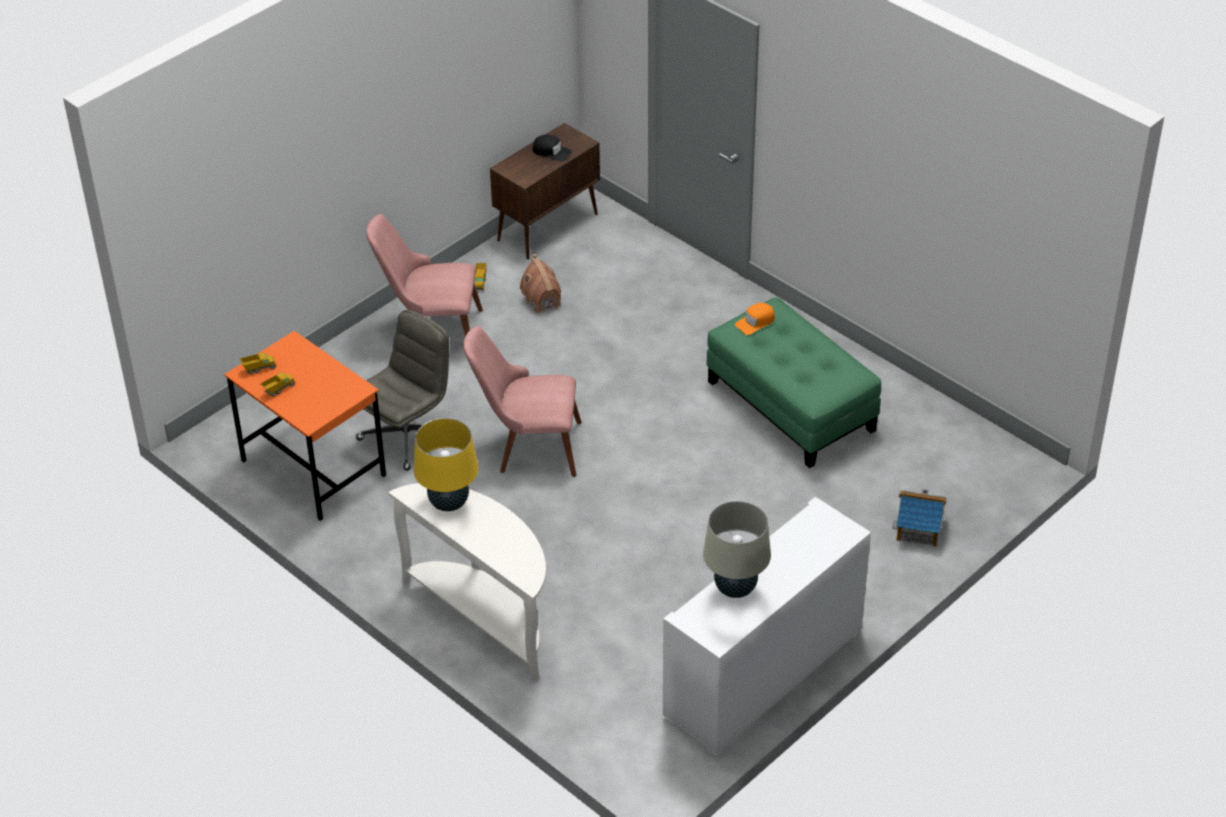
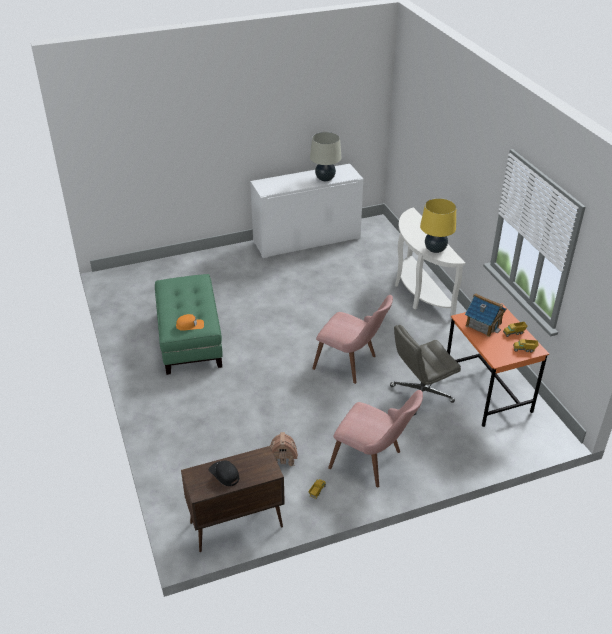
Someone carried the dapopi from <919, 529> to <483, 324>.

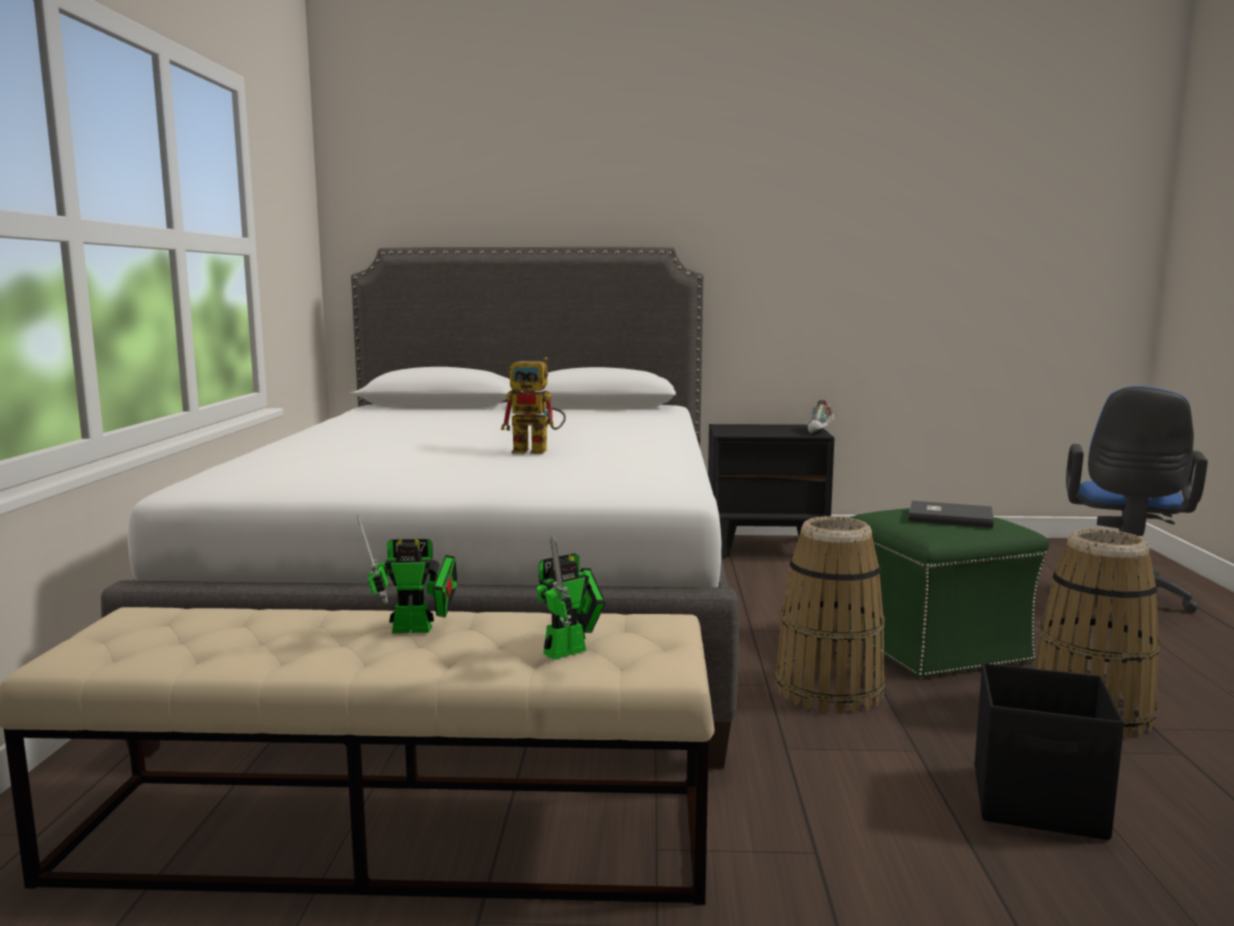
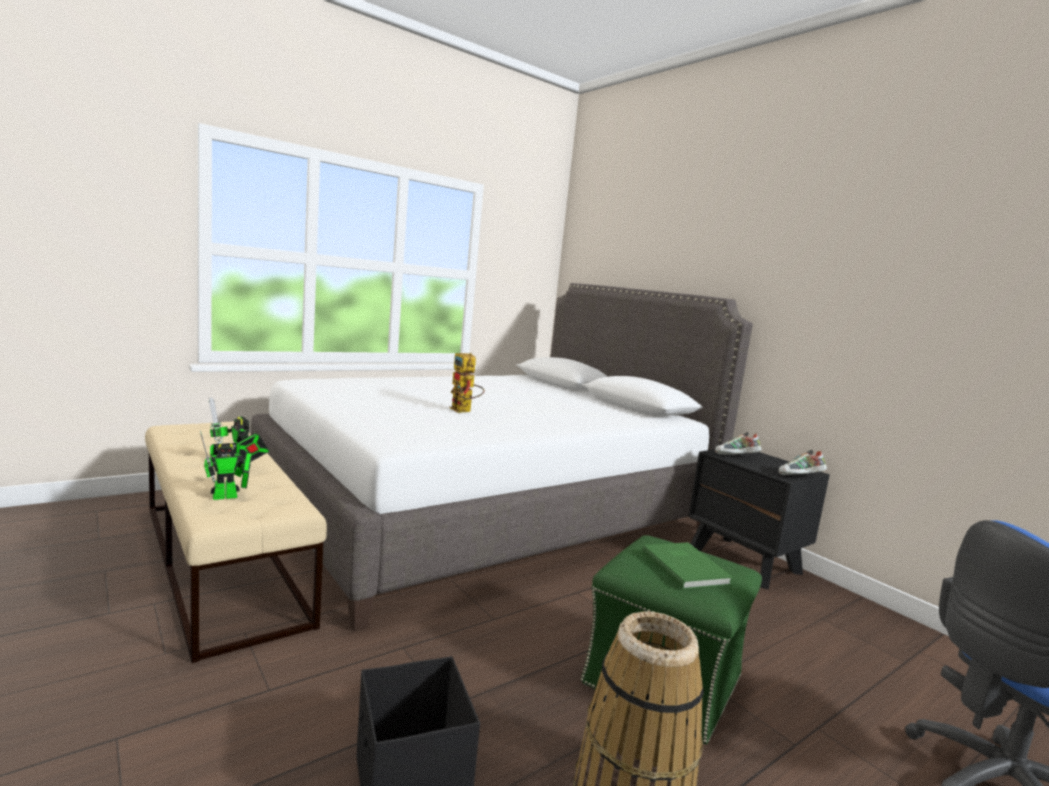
Someone rotated the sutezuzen at <570, 650> by 45 degrees counterclockwise. Someone took away the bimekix at <828, 689>. Someone repainted the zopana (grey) at <949, 517>, which became the zopana (green) at <686, 567>. Someone put down the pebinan at <736, 457>.

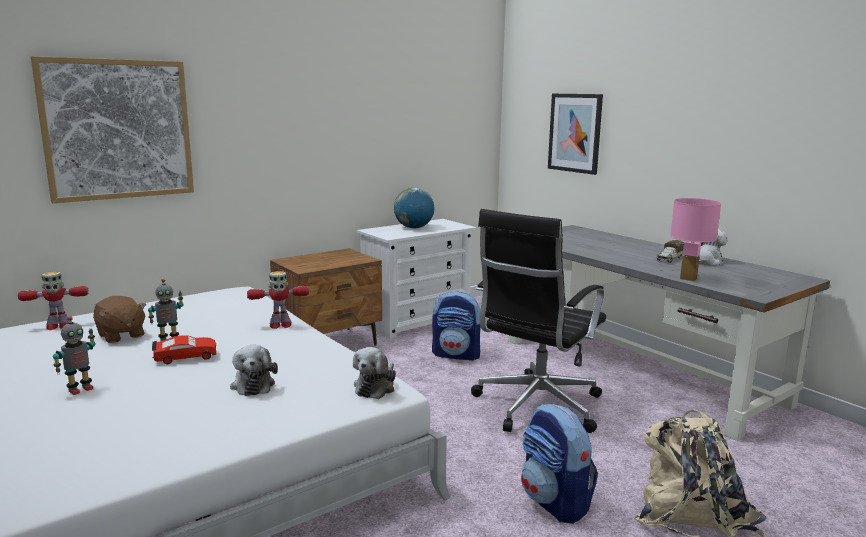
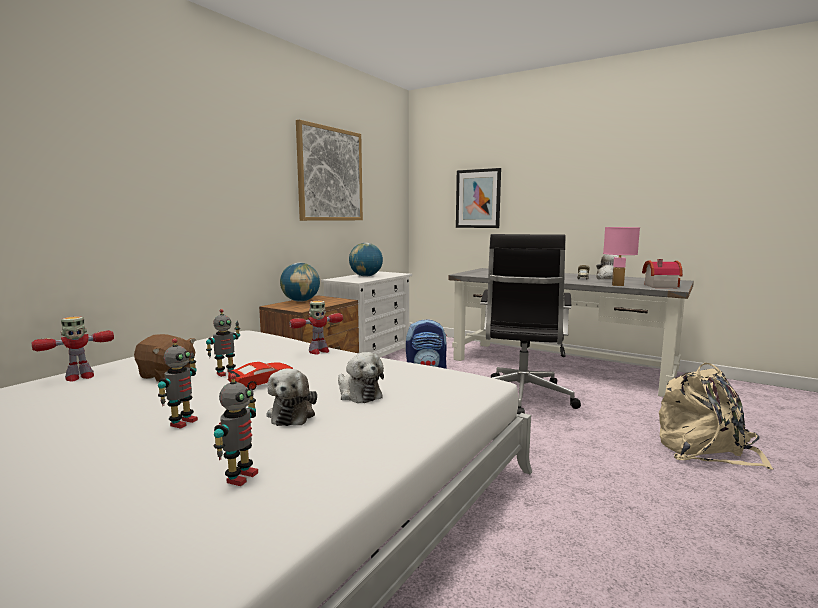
Someone carried the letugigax from <118, 129> to <330, 174>. Someone carried the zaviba from <376, 387> to <292, 414>. Someone took away the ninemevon at <555, 502>. Someone put down the sutezuzen at <240, 477>. Someone put down the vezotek at <301, 301>. Someone put down the dapopi at <658, 286>.

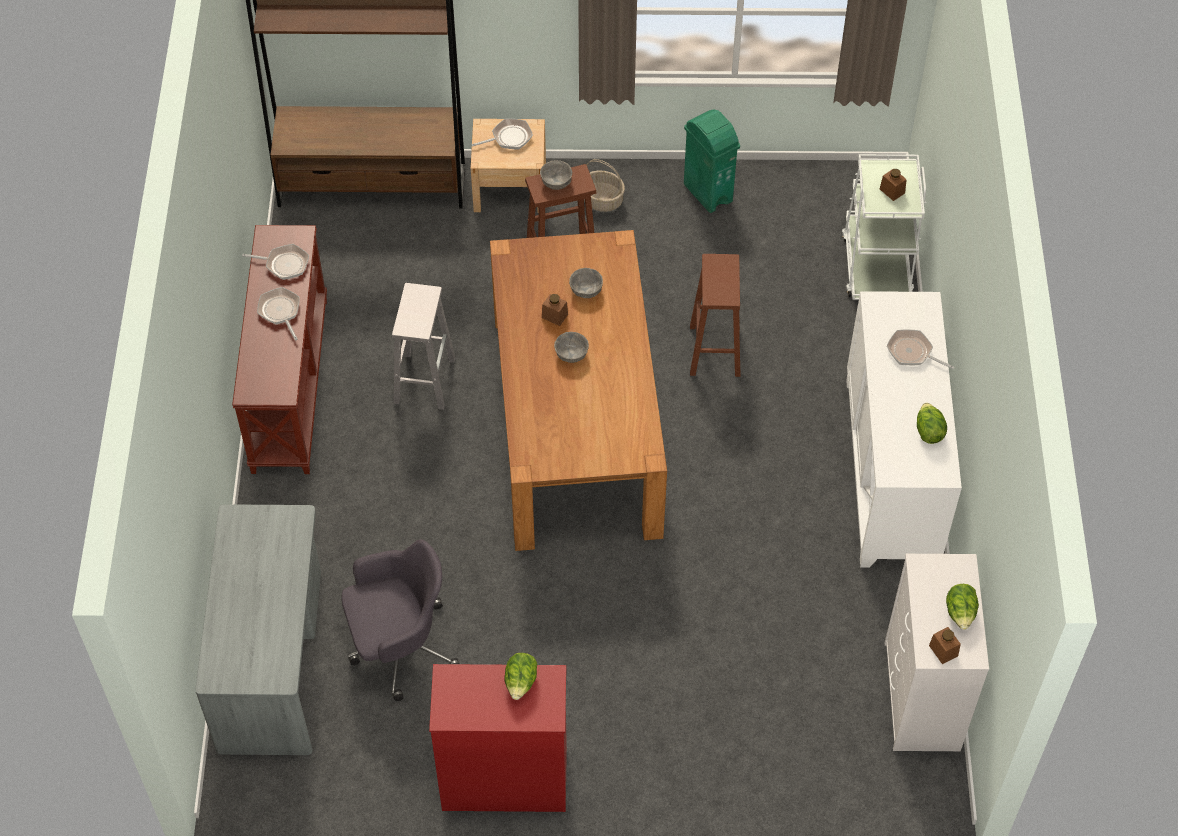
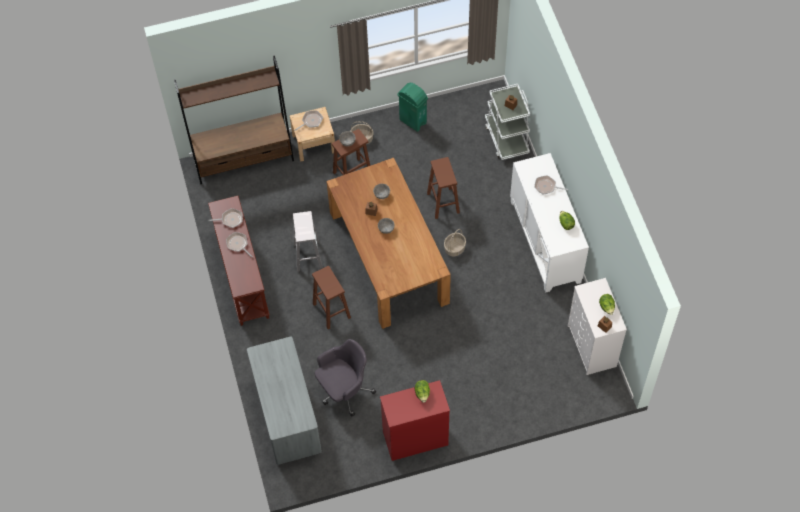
Someone put down the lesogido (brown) at <331, 310>. Someone put down the bimekix at <454, 248>.

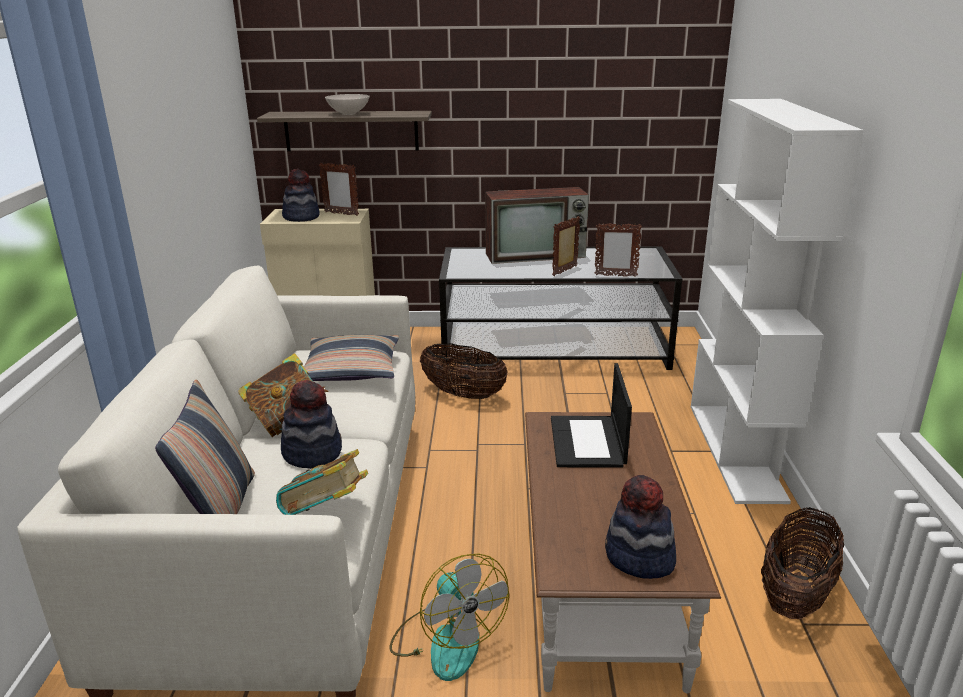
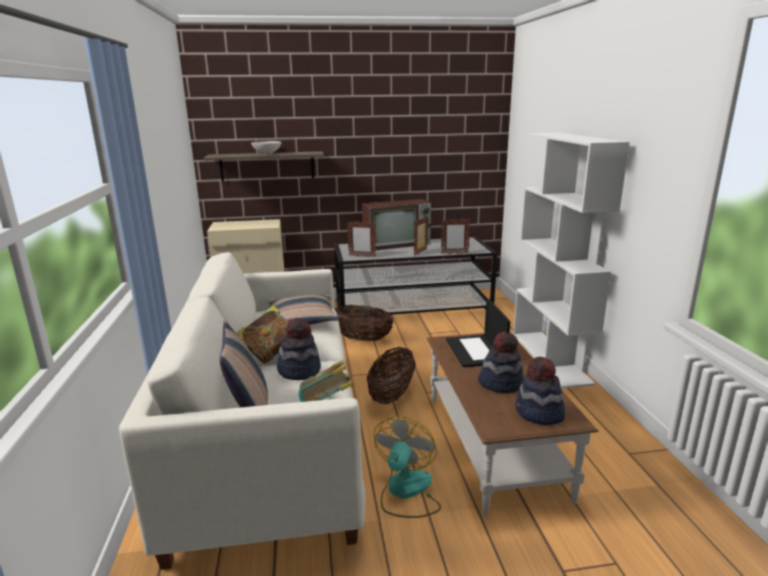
Someone carried the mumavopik from <301, 217> to <500, 383>. Someone carried the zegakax from <341, 214> to <362, 256>. Someone rotated the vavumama at <446, 640> by 120 degrees counterclockwise. Someone carried the bimekix from <795, 595> to <391, 395>.

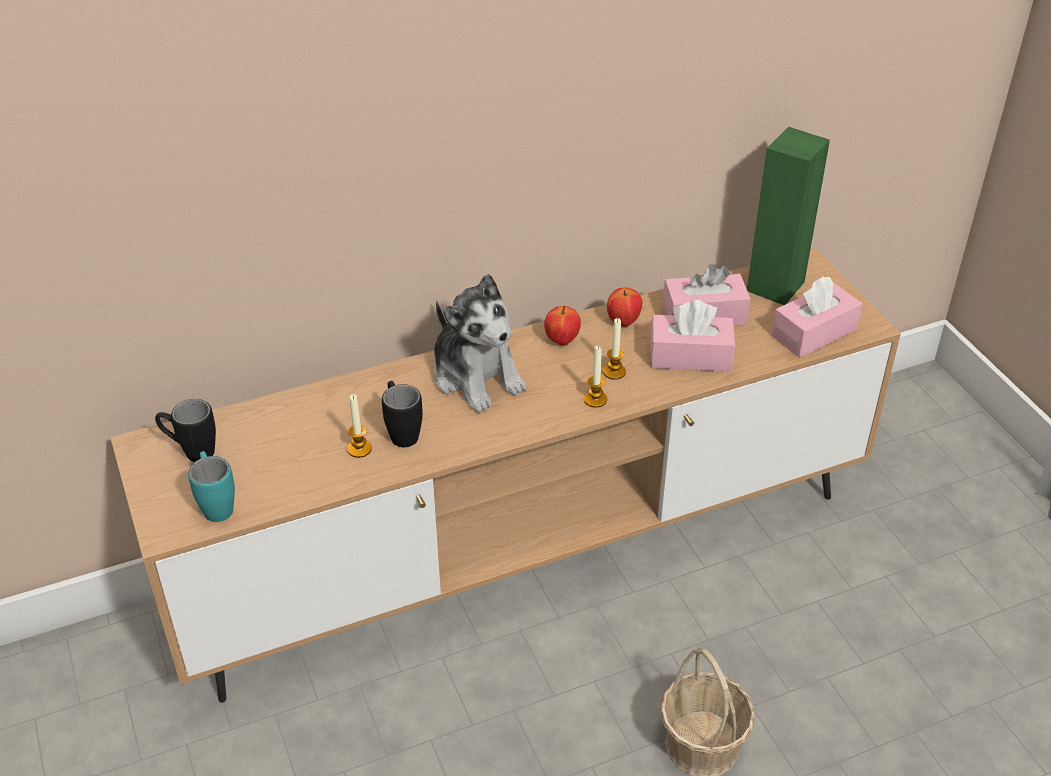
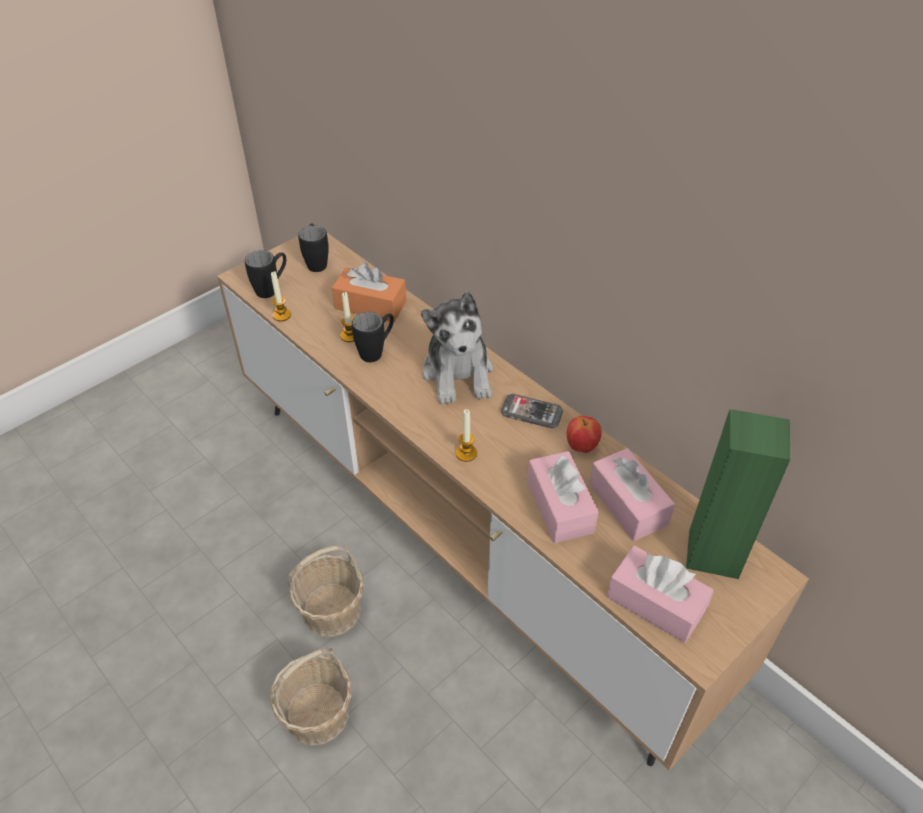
Someone repainted the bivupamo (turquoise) at <216, 504>, which became the bivupamo (black) at <272, 288>. Someone rotated the zaviba at <476, 376> by 45 degrees counterclockwise. Someone swapped the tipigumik at <562, 341> for the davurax at <531, 412>. Someone carried the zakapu from <614, 372> to <281, 315>. Someone put down the bimekix at <332, 610>. Someone put down the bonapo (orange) at <370, 305>.

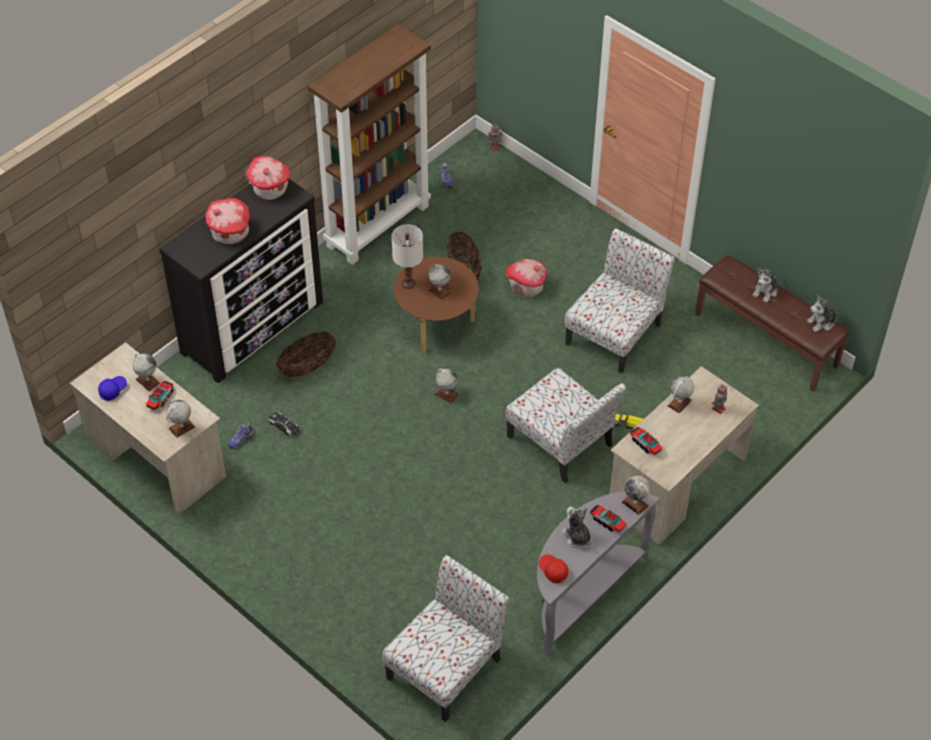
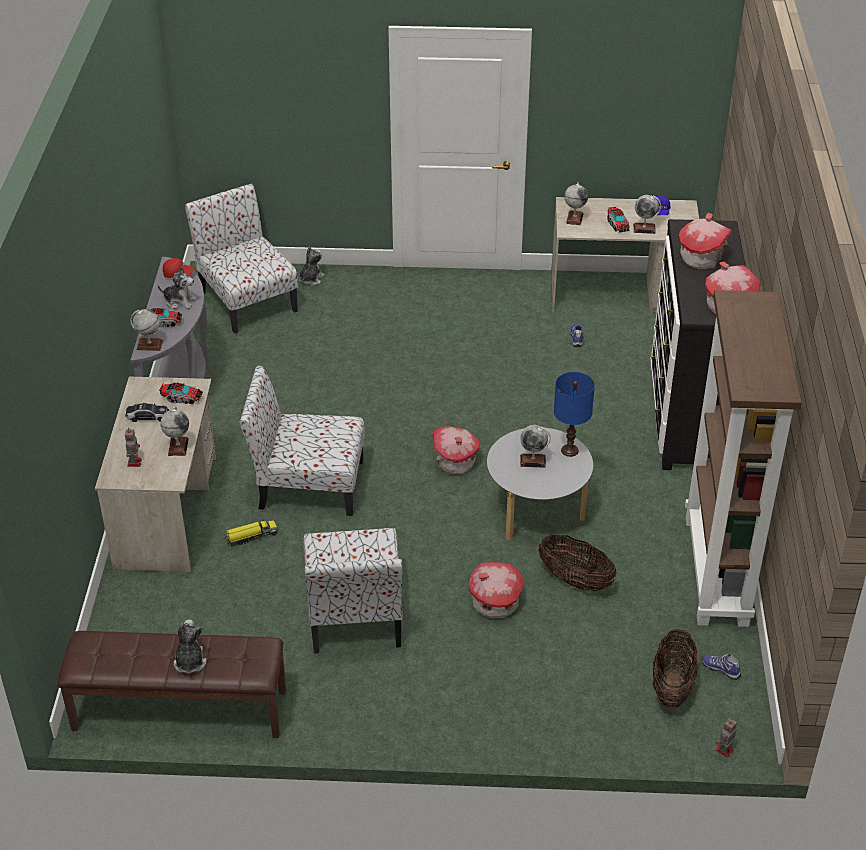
Someone carried the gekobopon from <284, 426> to <147, 416>. Someone carried the bimekix from <307, 367> to <672, 686>. Someone rotated the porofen at <446, 667> by 150 degrees clockwise. Someone repainted the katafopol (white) at <408, 283>, which became the katafopol (blue) at <570, 450>. Someone repainted the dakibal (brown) at <436, 325>, which became the dakibal (grey) at <536, 513>. Someone swapped the vezotek at <446, 394> for the dapopi at <455, 462>. Someone carried the zaviba from <821, 323> to <311, 279>.

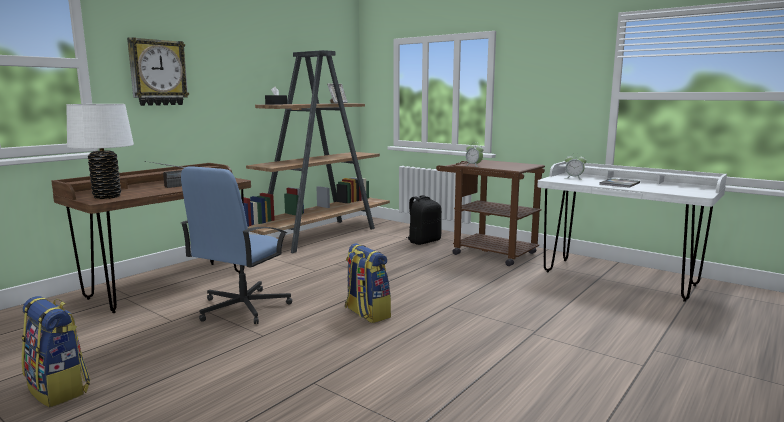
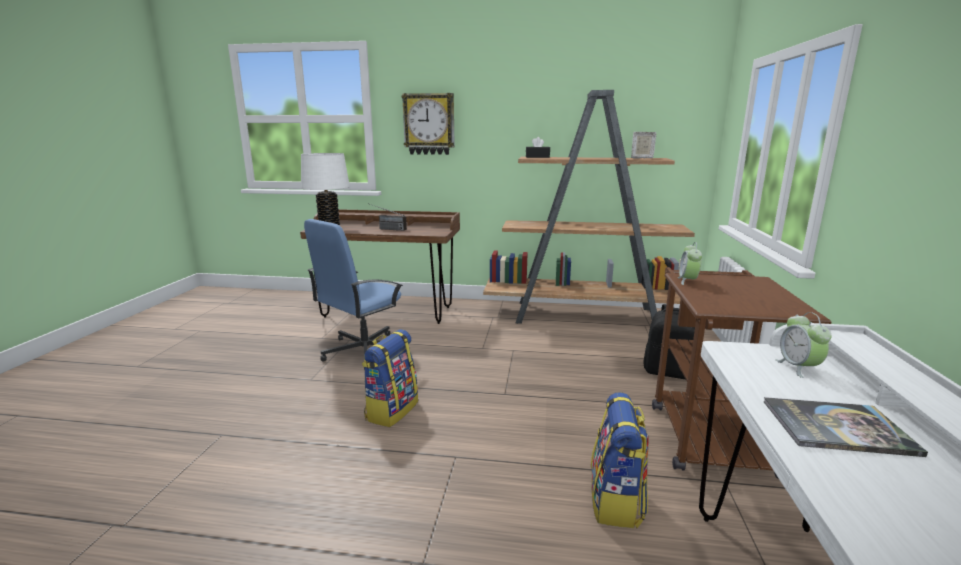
Someone carried the ninemevon from <59, 389> to <616, 501>. Someone rotated the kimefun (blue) at <242, 308> by 45 degrees counterclockwise.

